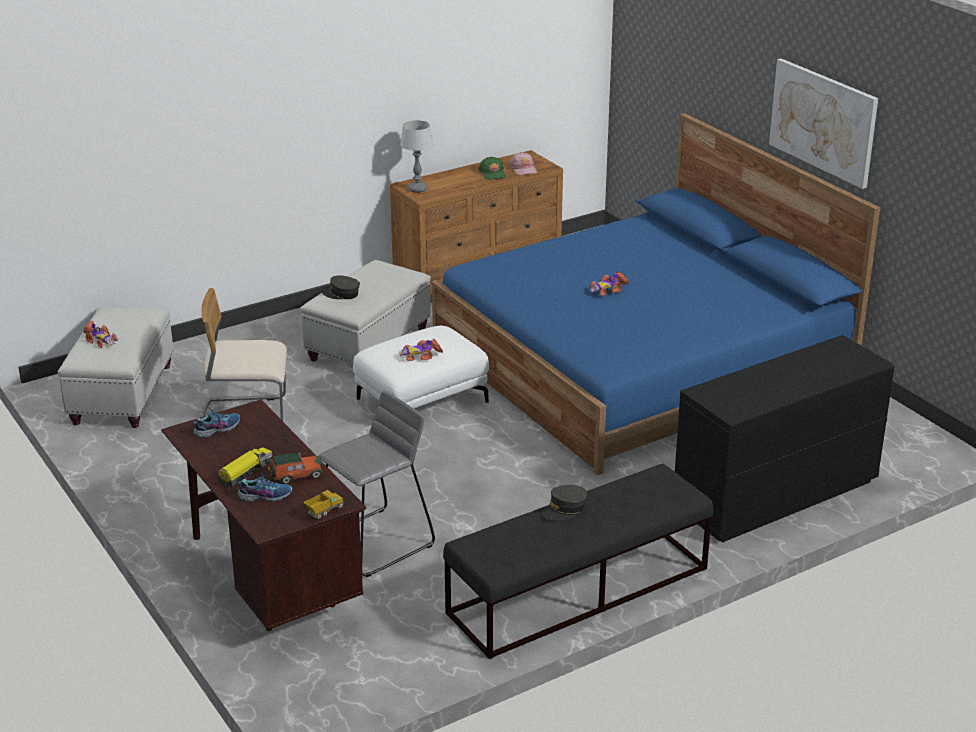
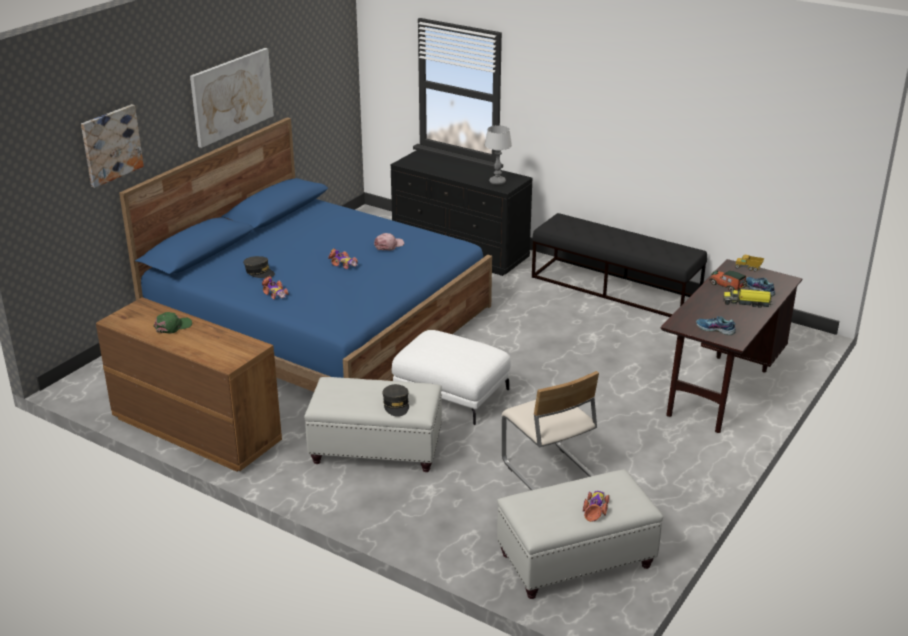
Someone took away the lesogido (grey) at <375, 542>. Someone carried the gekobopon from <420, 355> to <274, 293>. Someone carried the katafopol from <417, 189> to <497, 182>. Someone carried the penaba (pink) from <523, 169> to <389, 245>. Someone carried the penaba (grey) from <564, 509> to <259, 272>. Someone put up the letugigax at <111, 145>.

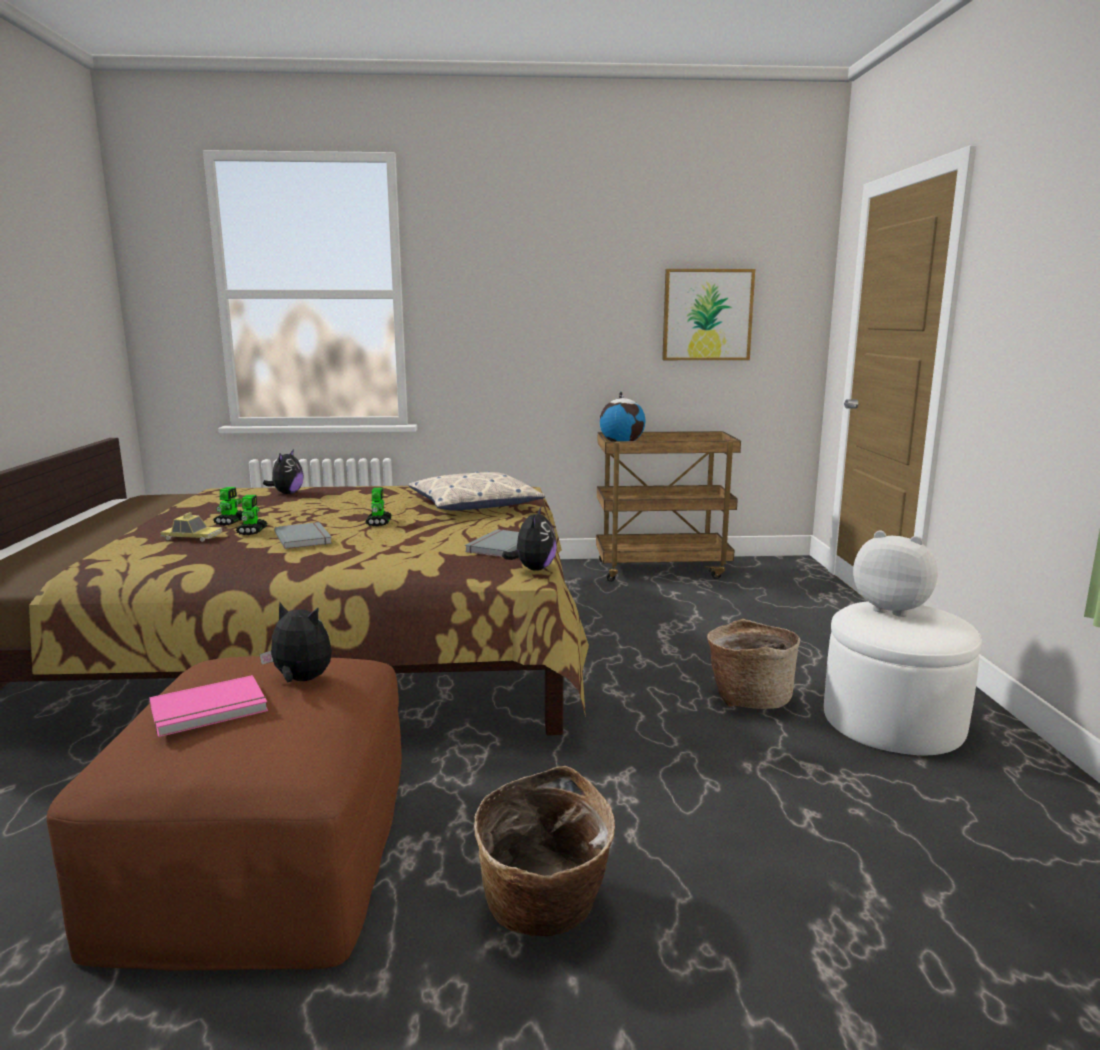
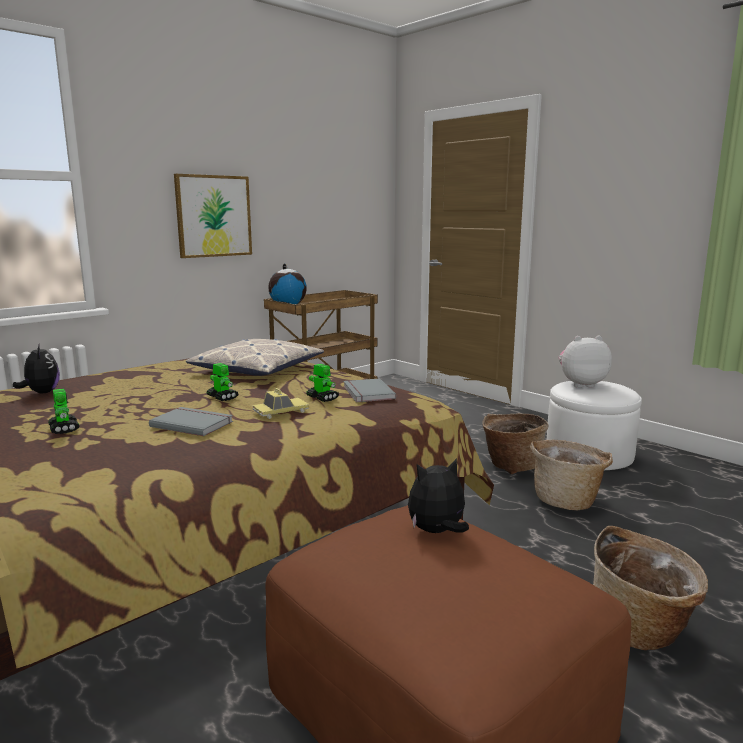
Someone took away the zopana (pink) at <210, 710>. Someone carried the gekobopon from <192, 537> to <281, 412>. Someone carried the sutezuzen from <252, 531> to <322, 398>. Someone took away the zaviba at <533, 569>. Someone carried the letugigax from <707, 315> to <213, 216>. Someone put down the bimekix at <567, 500>.

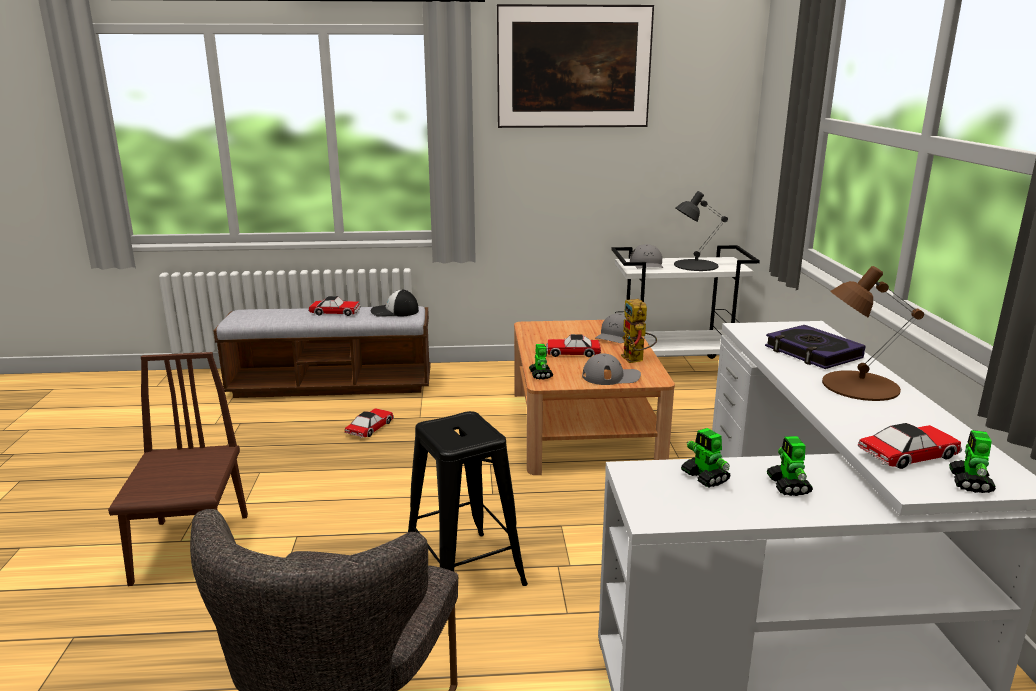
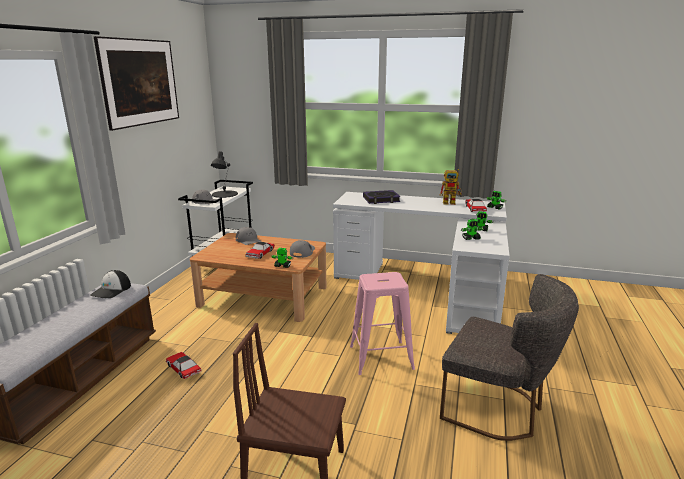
Someone took away the gekobopon at <335, 312>. Someone repainted the lesogido (black) at <464, 571>, which became the lesogido (pink) at <381, 357>. Someone carried the sutezuzen from <636, 360> to <452, 203>. Someone took away the katafopol (brown) at <858, 385>.

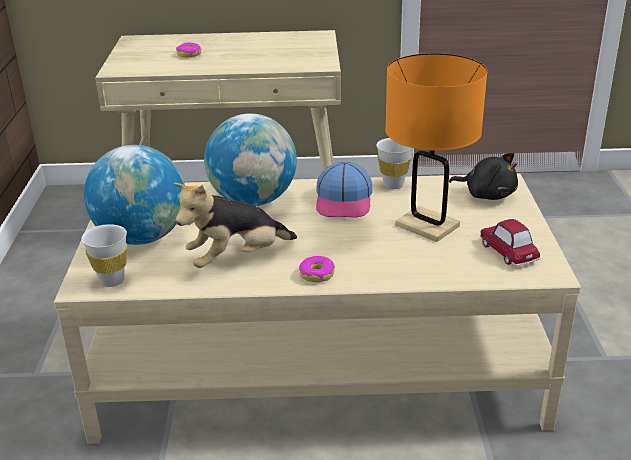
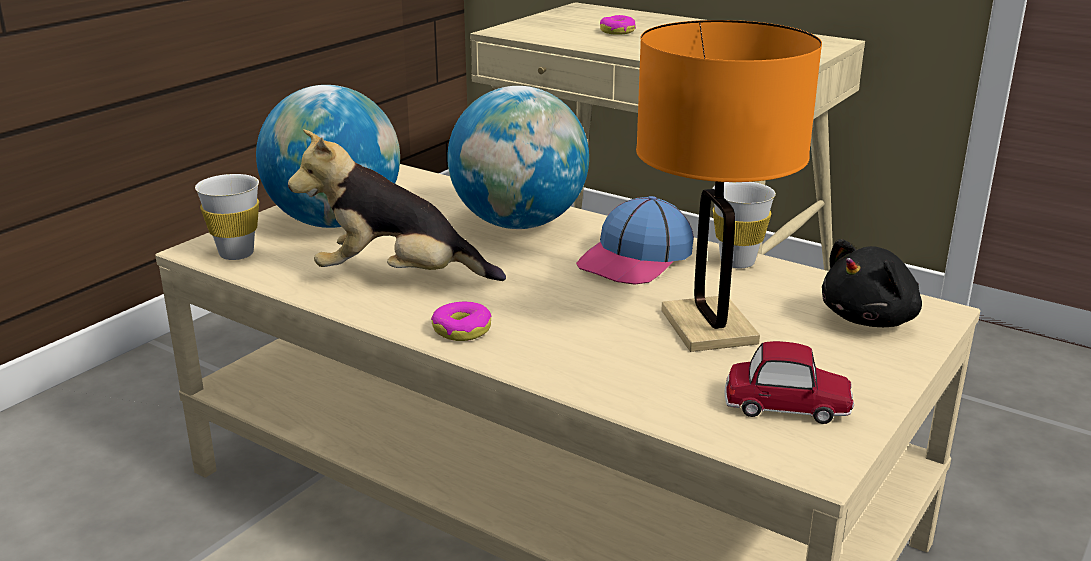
Someone rotated the zaviba (black) at <487, 194> by 75 degrees clockwise. Someone rotated the gekobopon at <508, 251> by 90 degrees clockwise.

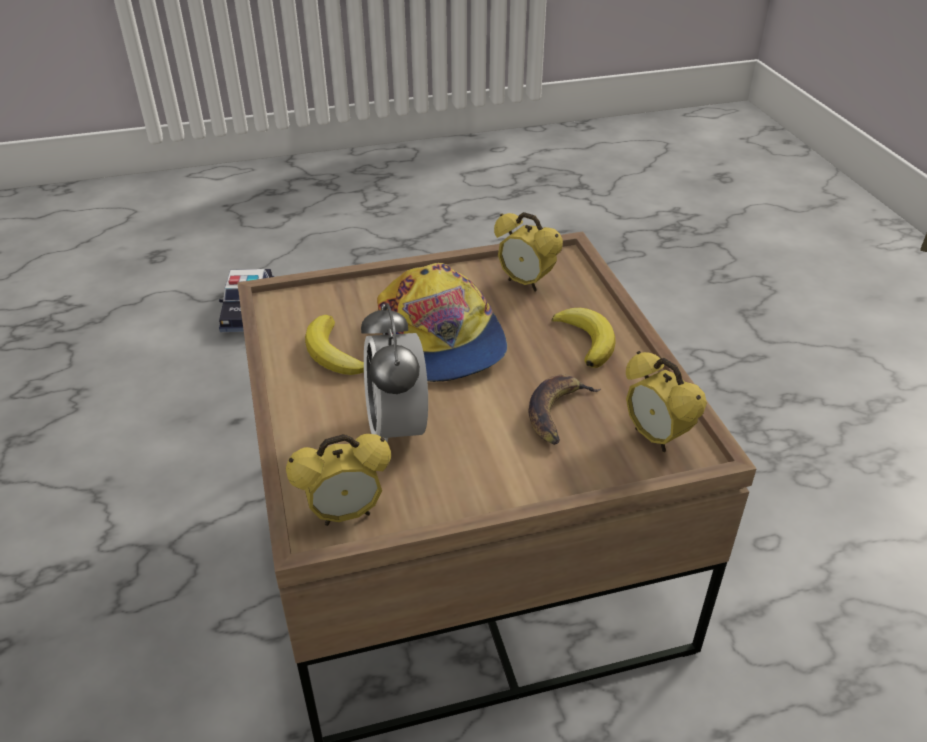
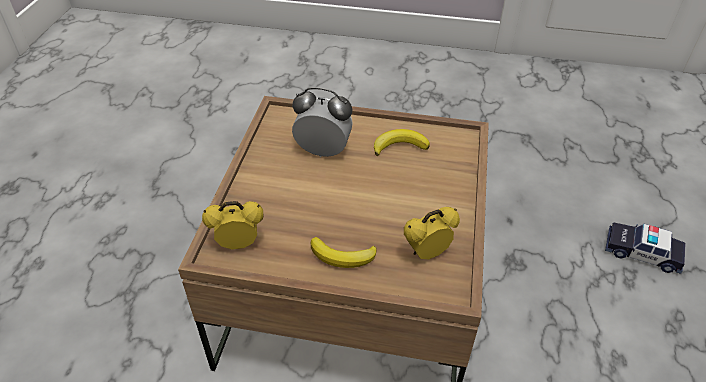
Someone took away the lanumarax at <346, 514>. Someone took away the penaba at <442, 337>. Someone took away the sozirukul at <558, 413>.

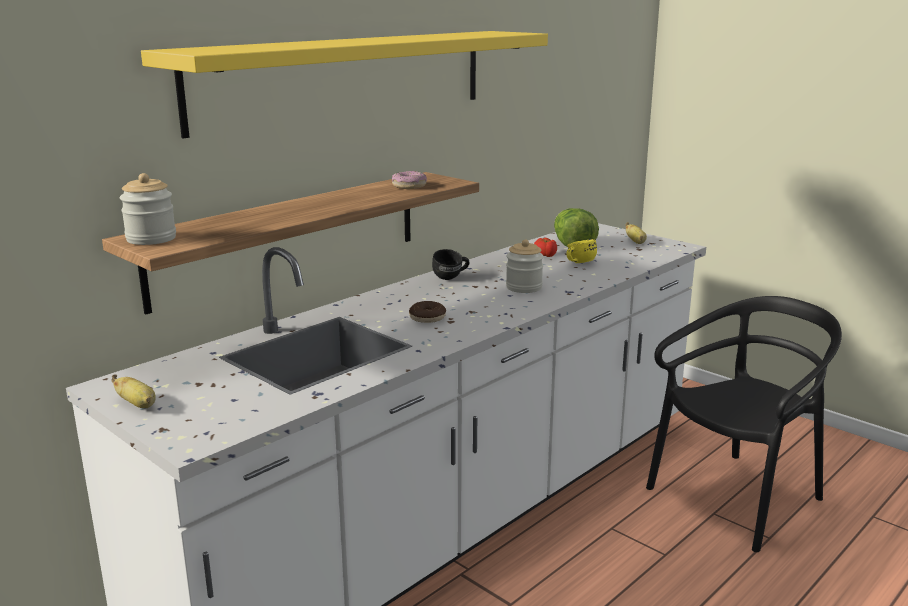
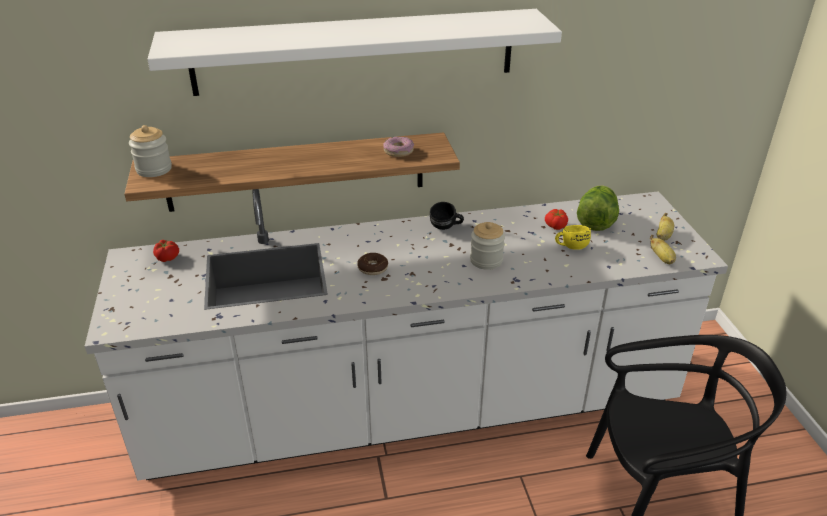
Someone carried the sozirukul from <138, 405> to <662, 259>. Someone repainted the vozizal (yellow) at <347, 77>, which became the vozizal (white) at <355, 52>. Someone put down the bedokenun at <168, 257>.

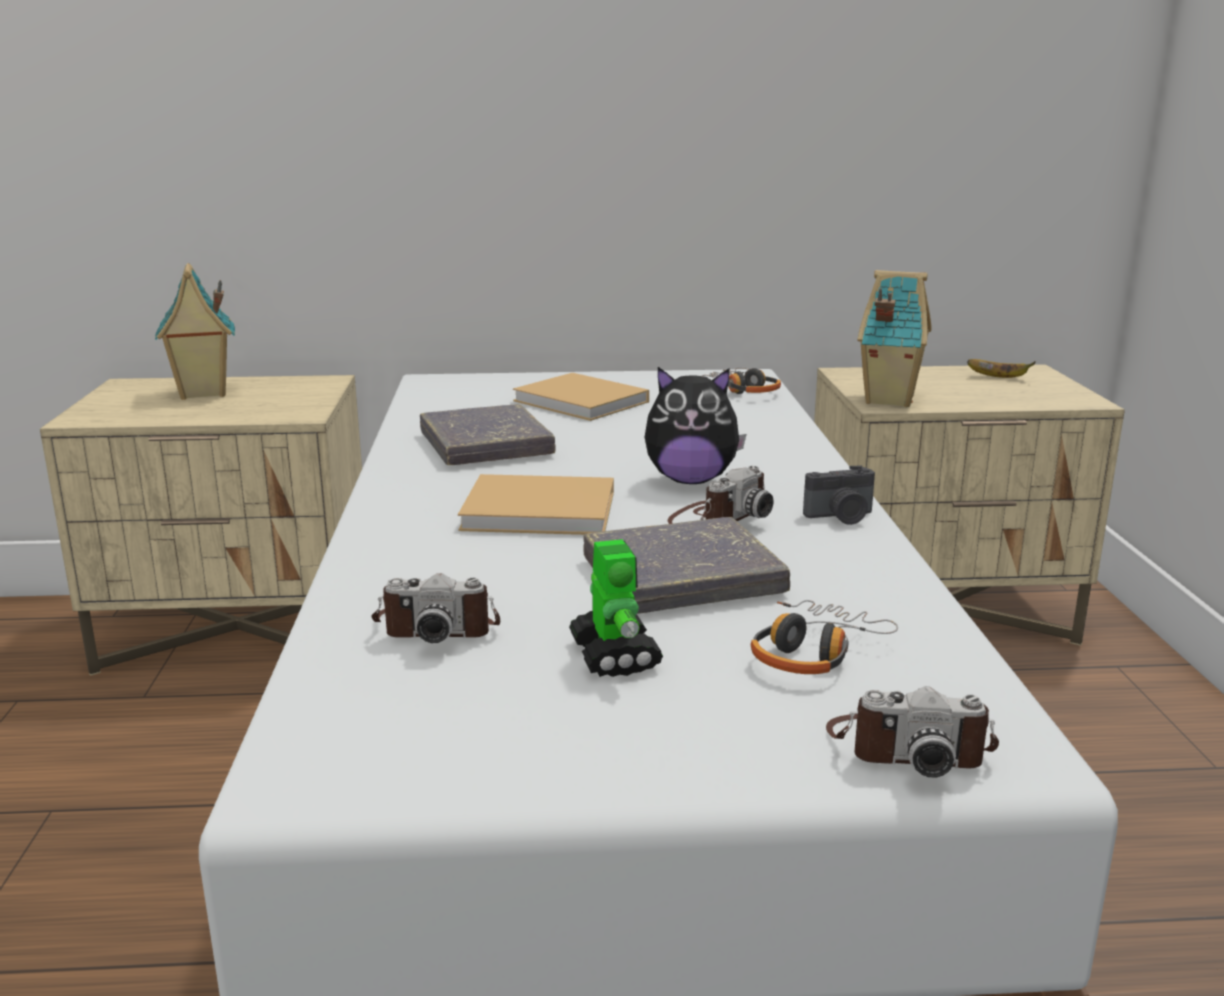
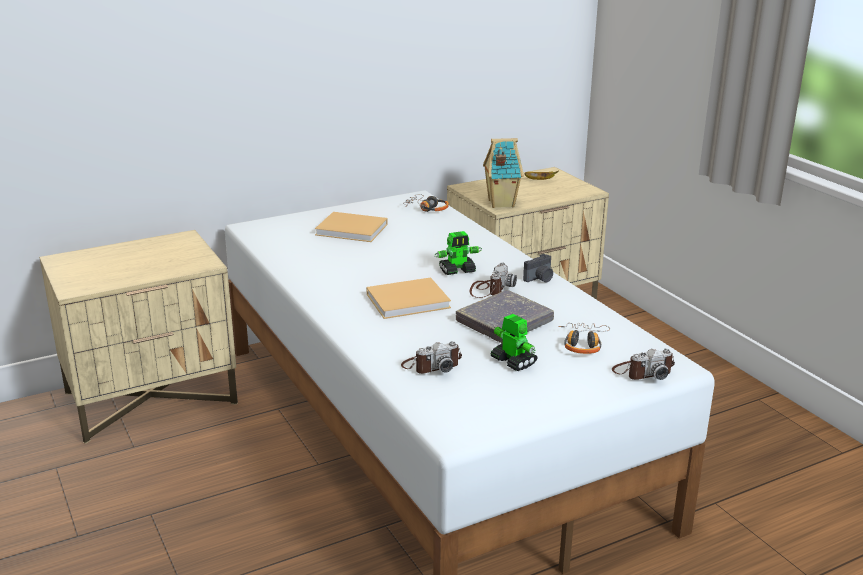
Someone took away the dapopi at <202, 393>. Someone took away the zopana (grey) at <485, 445>. Someone swapped the zaviba at <691, 480> for the sutezuzen at <457, 270>.

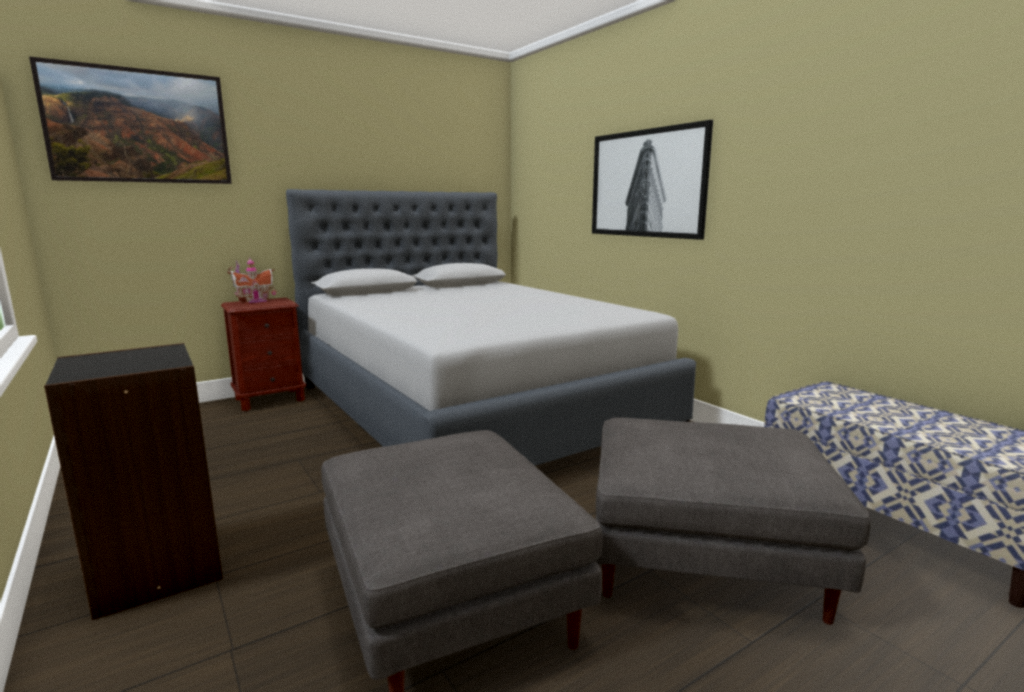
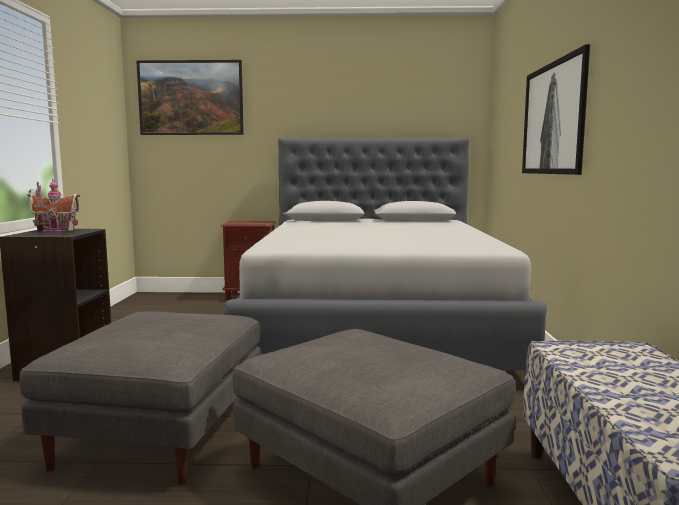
Someone carried the dapopi from <255, 301> to <55, 231>.

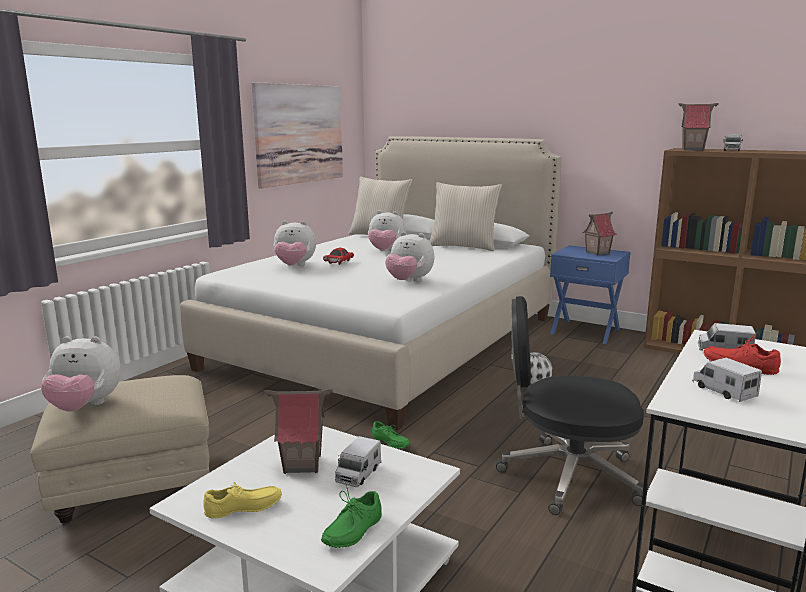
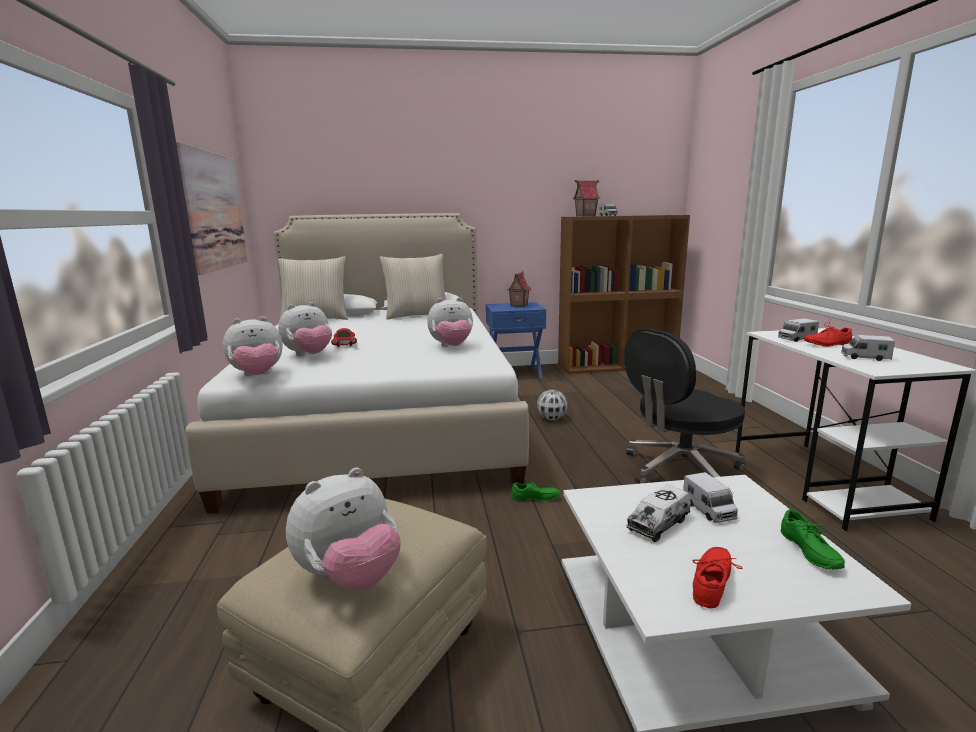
Someone repainted the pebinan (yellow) at <244, 509>, which became the pebinan (red) at <715, 583>. Someone swapped the dapopi at <302, 464> for the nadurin at <658, 524>. Someone carried the zaviba from <386, 251> to <257, 376>.

